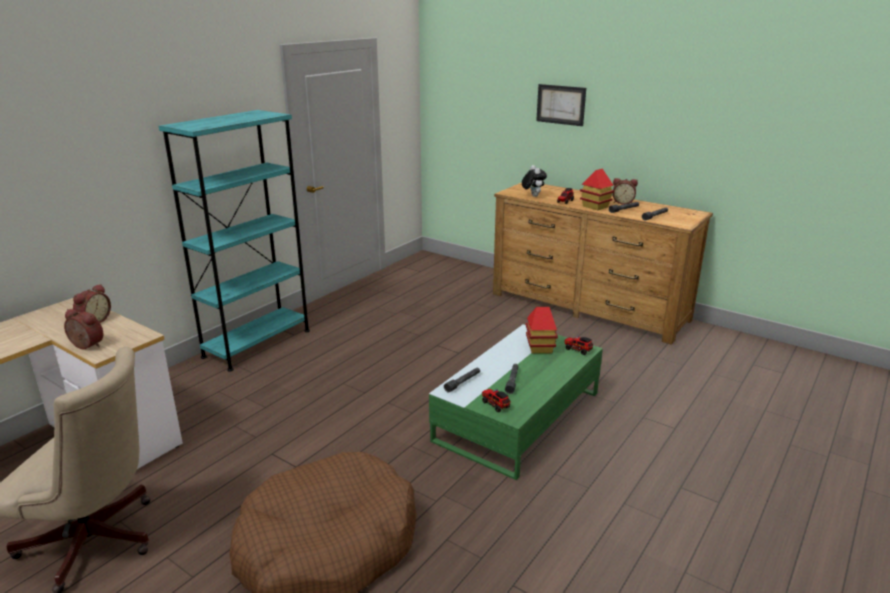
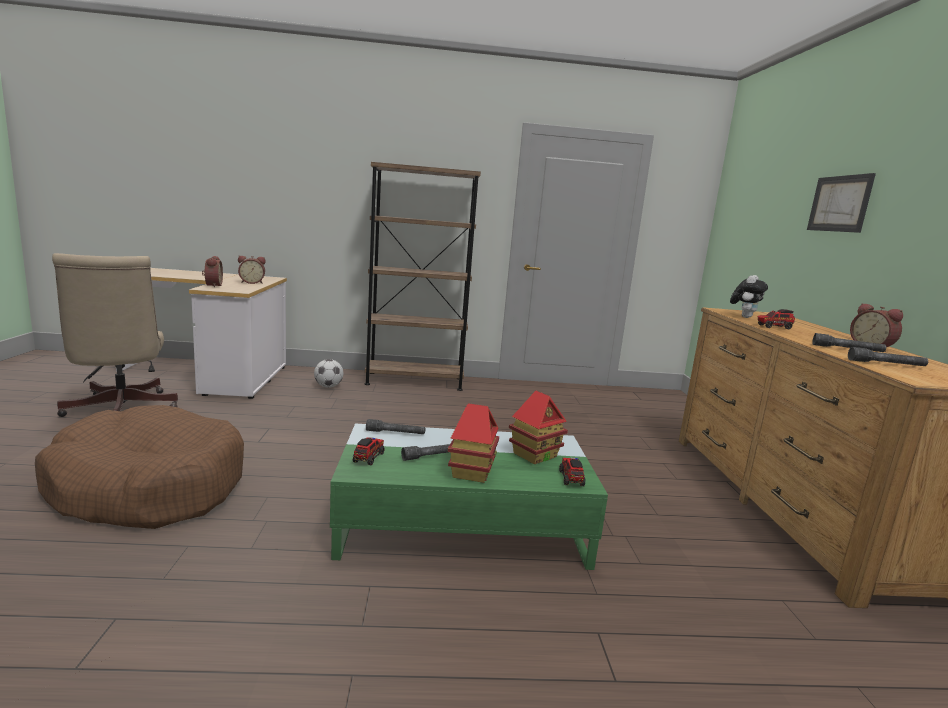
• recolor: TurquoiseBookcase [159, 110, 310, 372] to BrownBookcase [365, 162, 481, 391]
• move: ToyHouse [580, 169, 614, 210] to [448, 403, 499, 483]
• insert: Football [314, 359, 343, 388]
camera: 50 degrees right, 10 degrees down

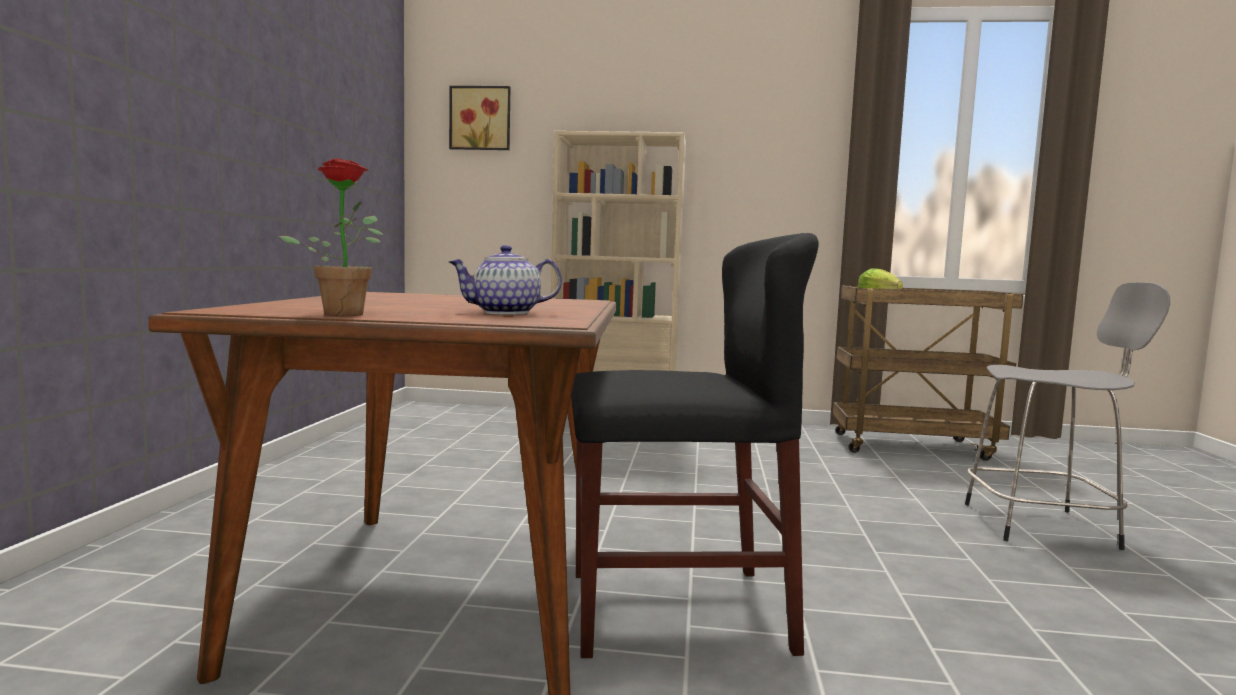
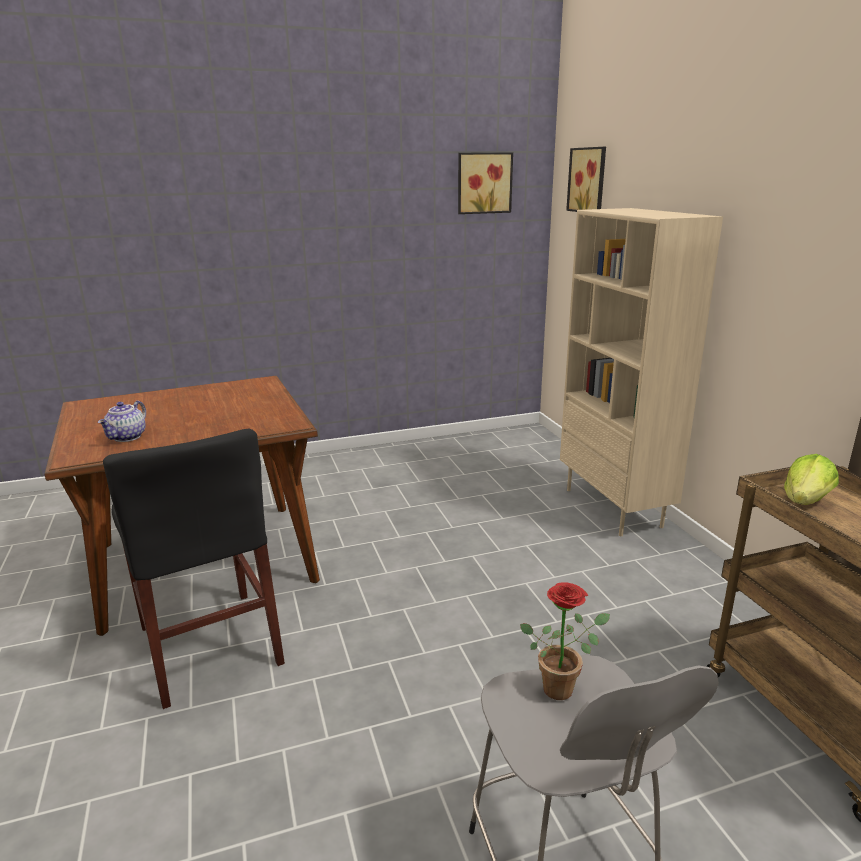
• move: PottedPlant [279, 158, 383, 316] to [520, 582, 610, 700]
• rotate: Teapot [449, 245, 562, 315] = [98, 401, 146, 442] 120 degrees counterclockwise
• insert: Picture [458, 152, 513, 214]
camera: 65 degrees right, 15 degrees up

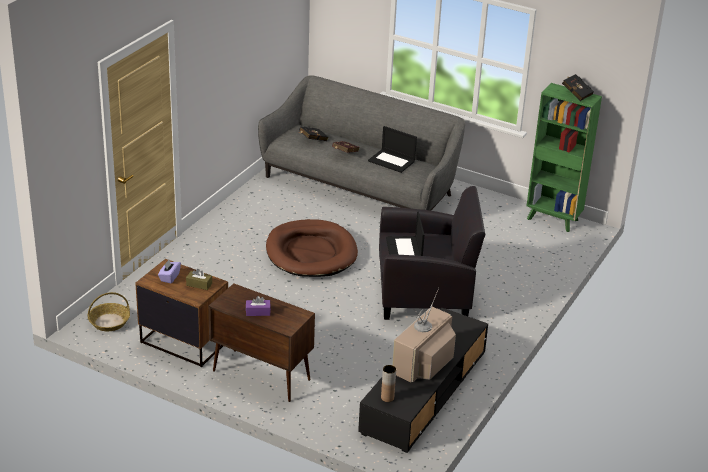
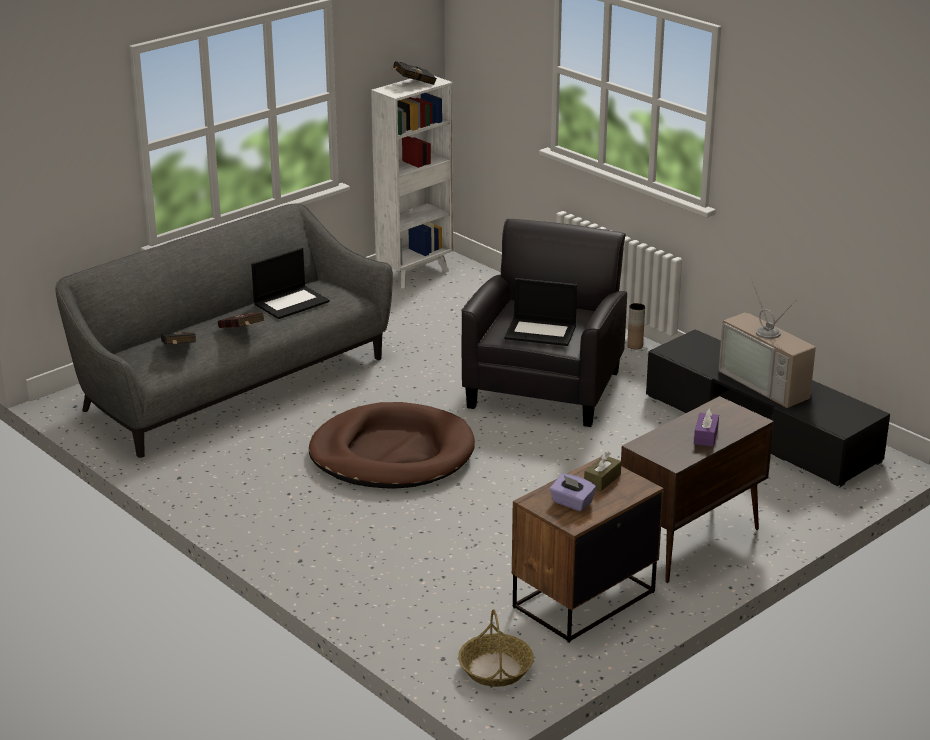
• move: BrownVase [381, 365, 396, 402] to [627, 303, 645, 349]
• recolor: GreenBookcase [527, 83, 602, 232] to WhiteBookcase [371, 75, 453, 288]
camera: 70 degrees left, 5 degrees down

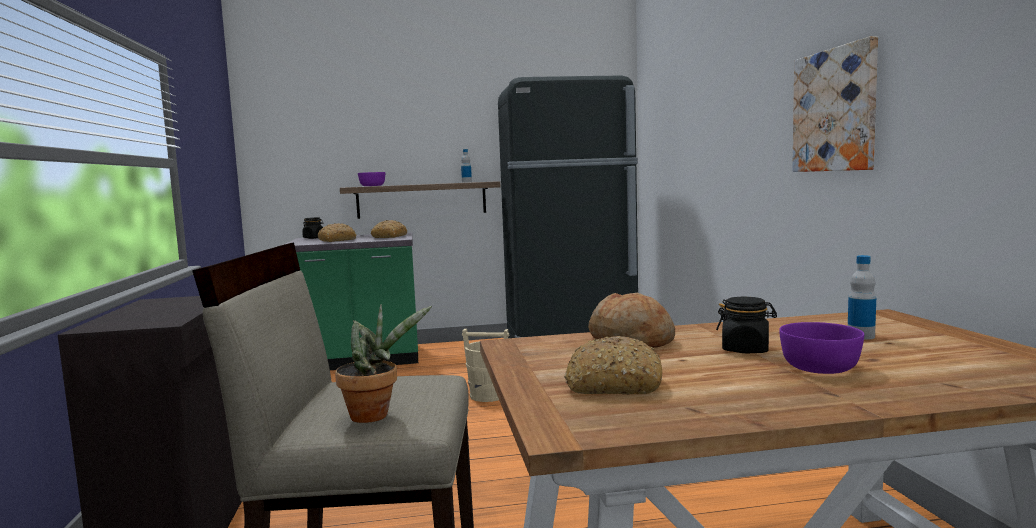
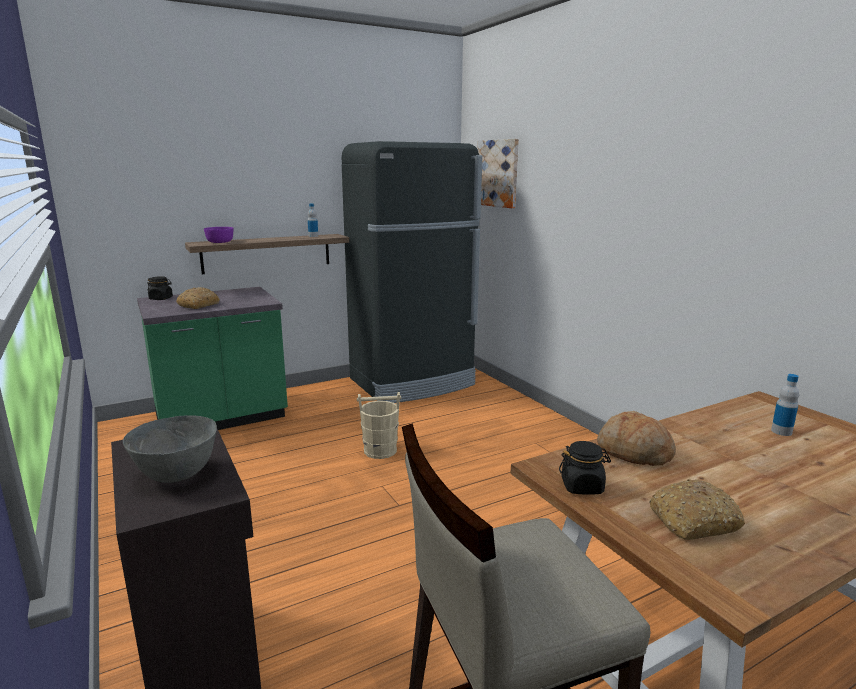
• delete: PottedPlant [335, 304, 432, 423]
• delete: Bread [371, 220, 407, 238]
• move: BlackJar [716, 297, 777, 353] to [559, 441, 611, 495]
• delete: PurpleBowl [779, 322, 864, 374]
• move: Picture [792, 36, 878, 172] to [477, 139, 519, 208]
• insert: GreyBowl [123, 415, 217, 483]
camera: 20 degrees left, 10 degrees up

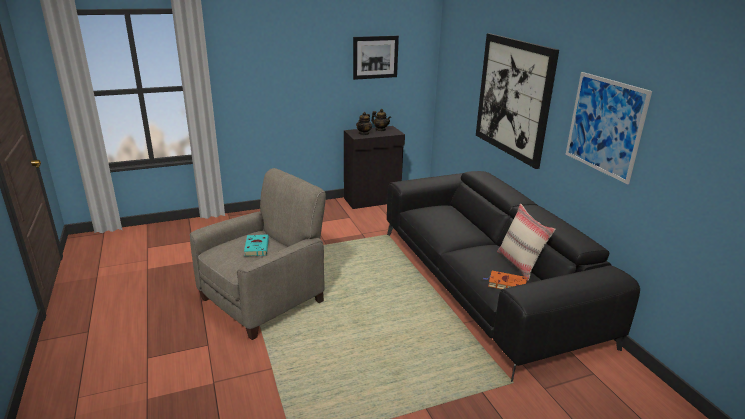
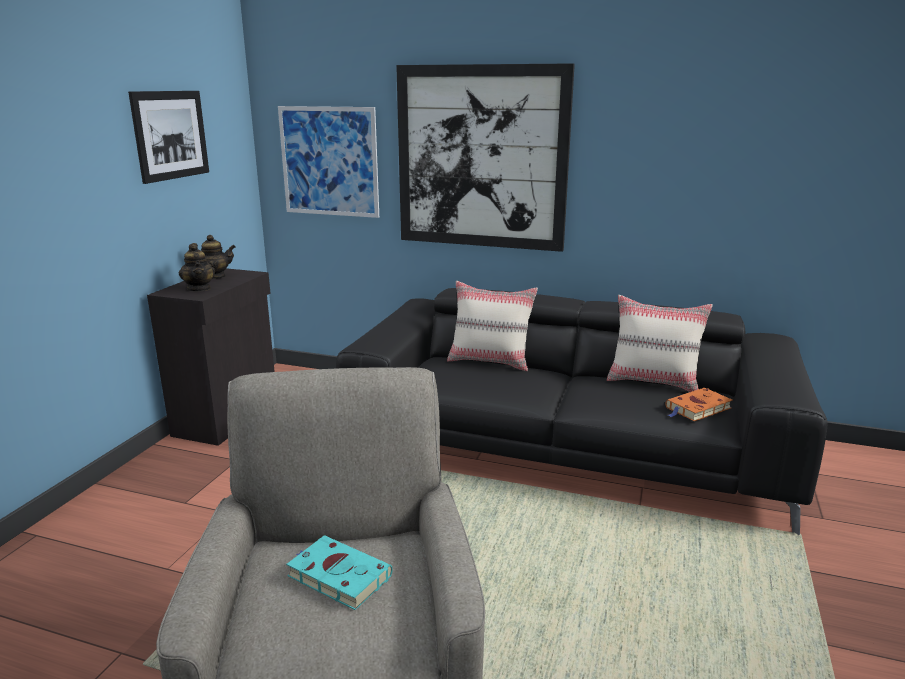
• move: Picture [566, 72, 652, 184] to [278, 106, 379, 218]
• insert: BeigePillow [447, 281, 538, 371]
camera: 50 degrees left, 5 degrees down

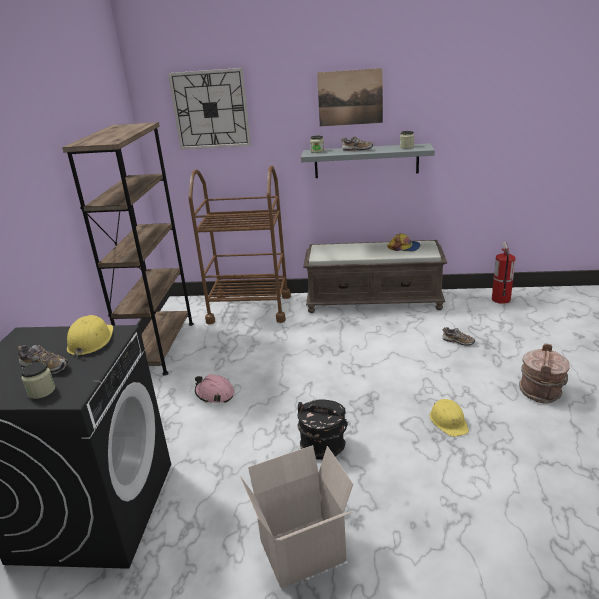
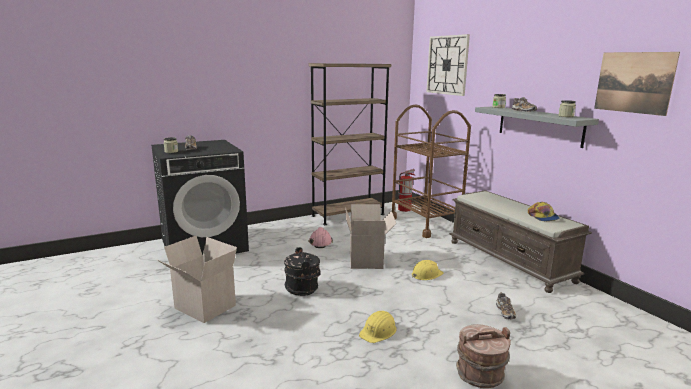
• move: YellowHardHat [67, 315, 113, 358] to [412, 260, 444, 280]
• move: Picture [317, 68, 383, 126] to [594, 52, 680, 116]
• move: FireExtinguisher [492, 242, 515, 304] to [398, 169, 415, 212]
• insert: CardboardBox [345, 204, 396, 269]
camera: 55 degrees right, 10 degrees down

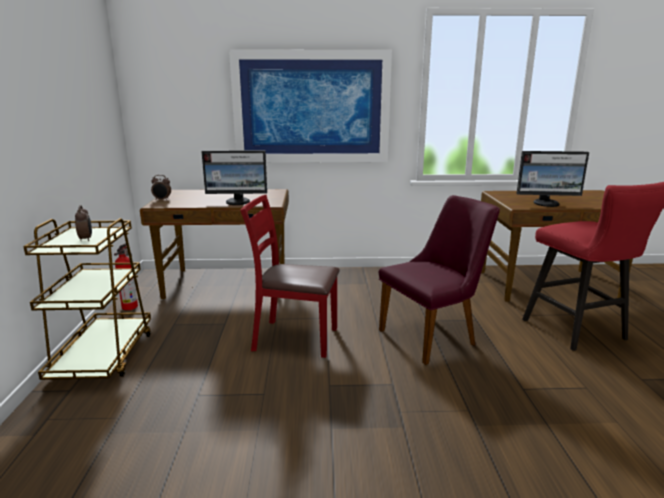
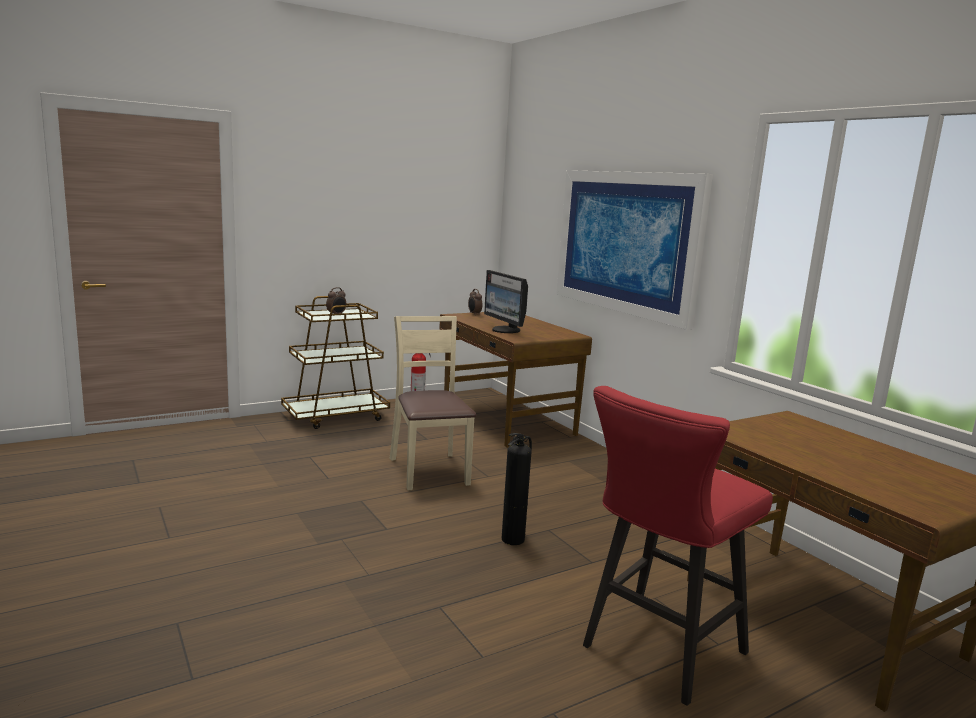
• recolor: RedChair [240, 195, 340, 358] to BeigeChair [390, 316, 476, 490]
• replace: PurpleChair [379, 195, 500, 365] to FireExtinguisher [502, 433, 532, 545]
• delete: Monitor [517, 151, 589, 207]
camera: 60 degrees right, 5 degrees down

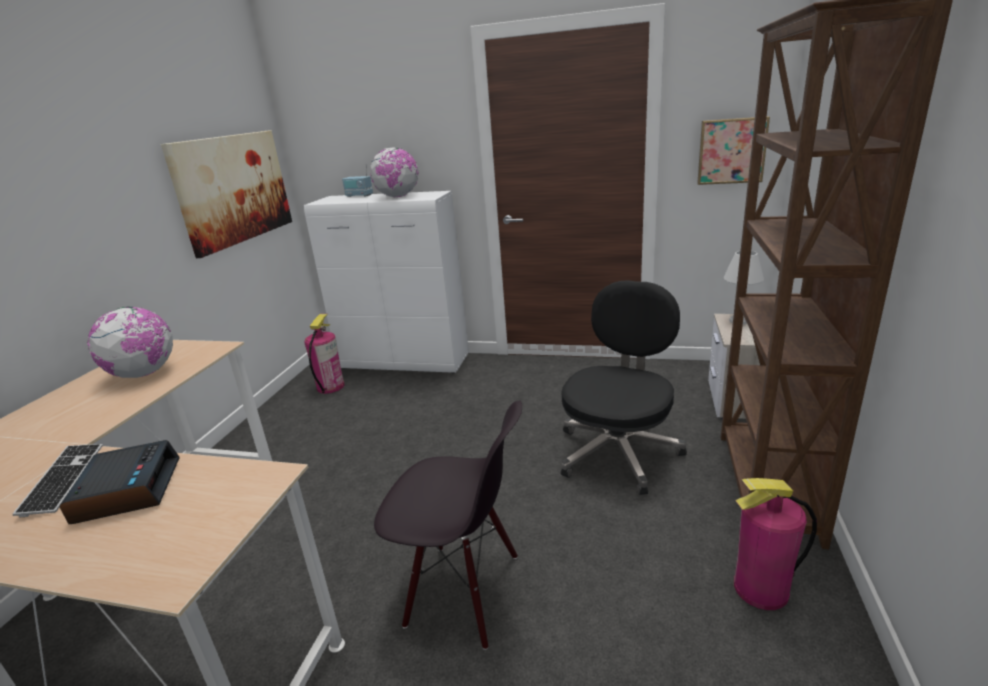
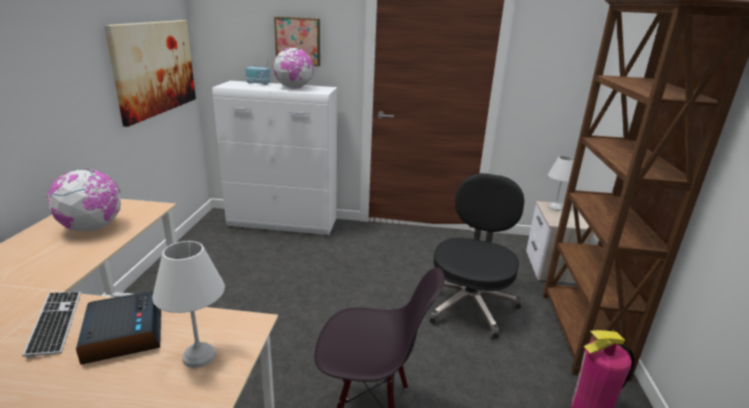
• delete: FireExtinguisher [304, 314, 344, 394]
• move: Picture [697, 116, 770, 185] to [274, 17, 320, 66]
• insert: WhiteTableLamp [152, 241, 225, 368]
camera: 10 degrees left, 0 degrees up

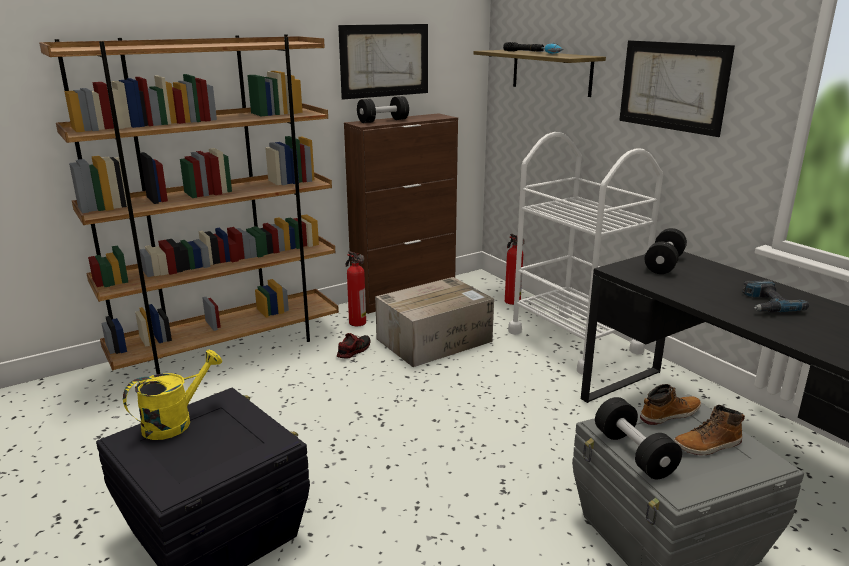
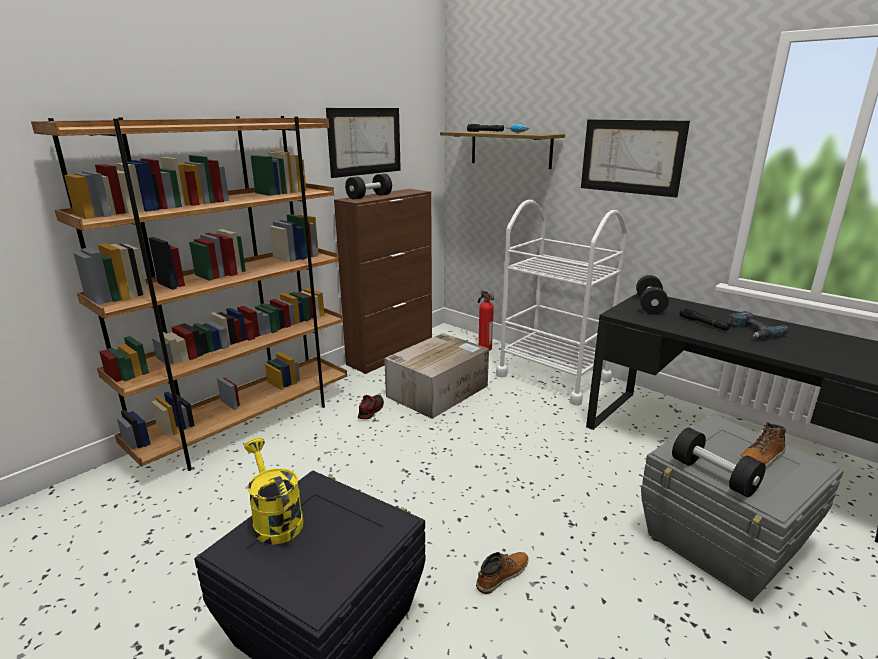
• rotate: YellowWateringCan [123, 349, 222, 440] = [244, 438, 303, 545] 60 degrees counterclockwise
• delete: FireExtinguisher [346, 251, 366, 326]
• move: Boot [640, 384, 701, 425] to [476, 552, 529, 594]
• insert: BlackFlashlight [679, 308, 730, 331]
camera: 15 degrees left, 0 degrees up

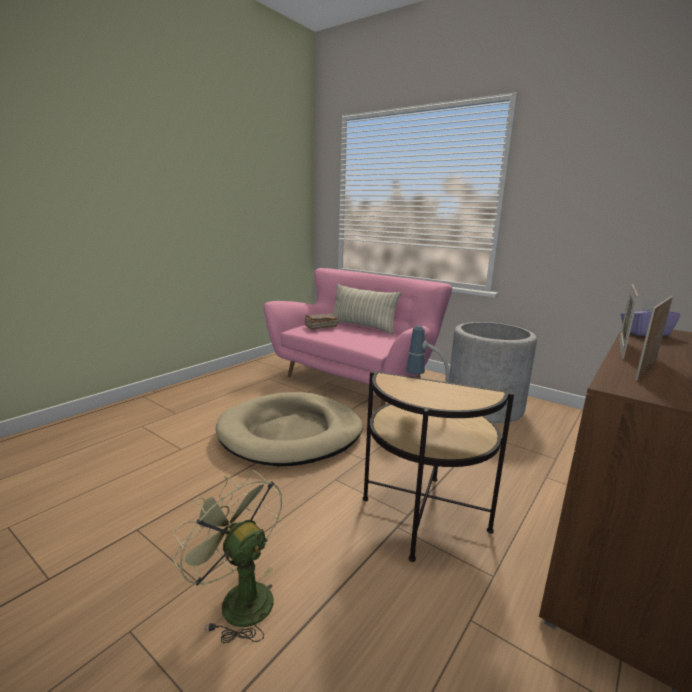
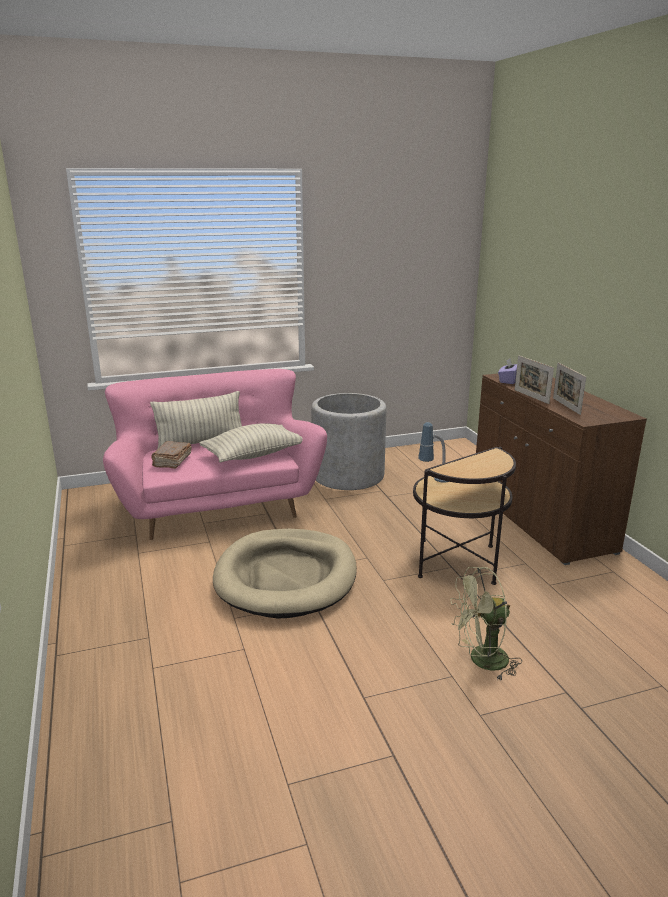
• insert: Pillow [199, 423, 303, 462]
camera: 55 degrees left, 5 degrees up

